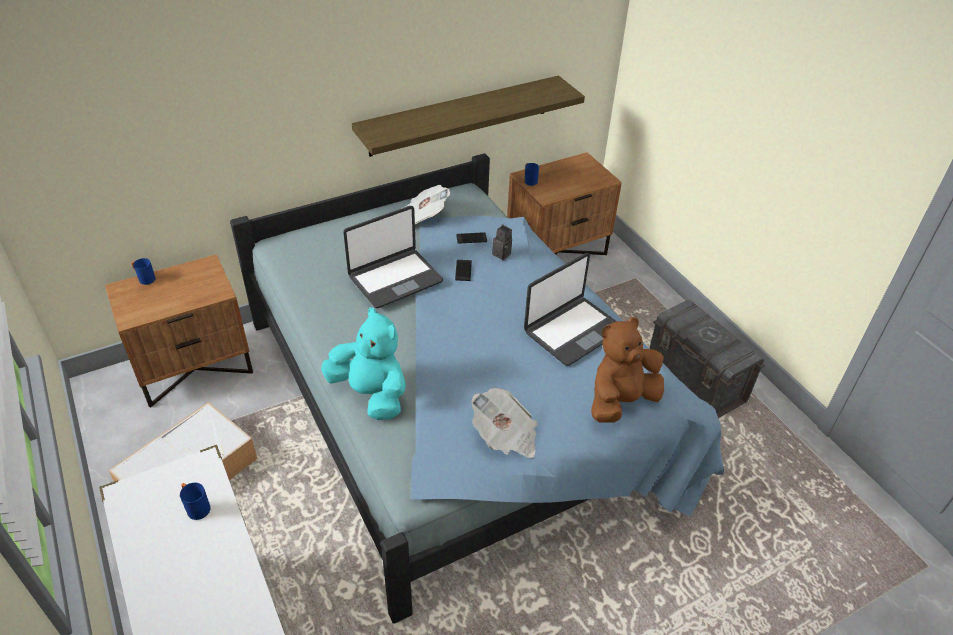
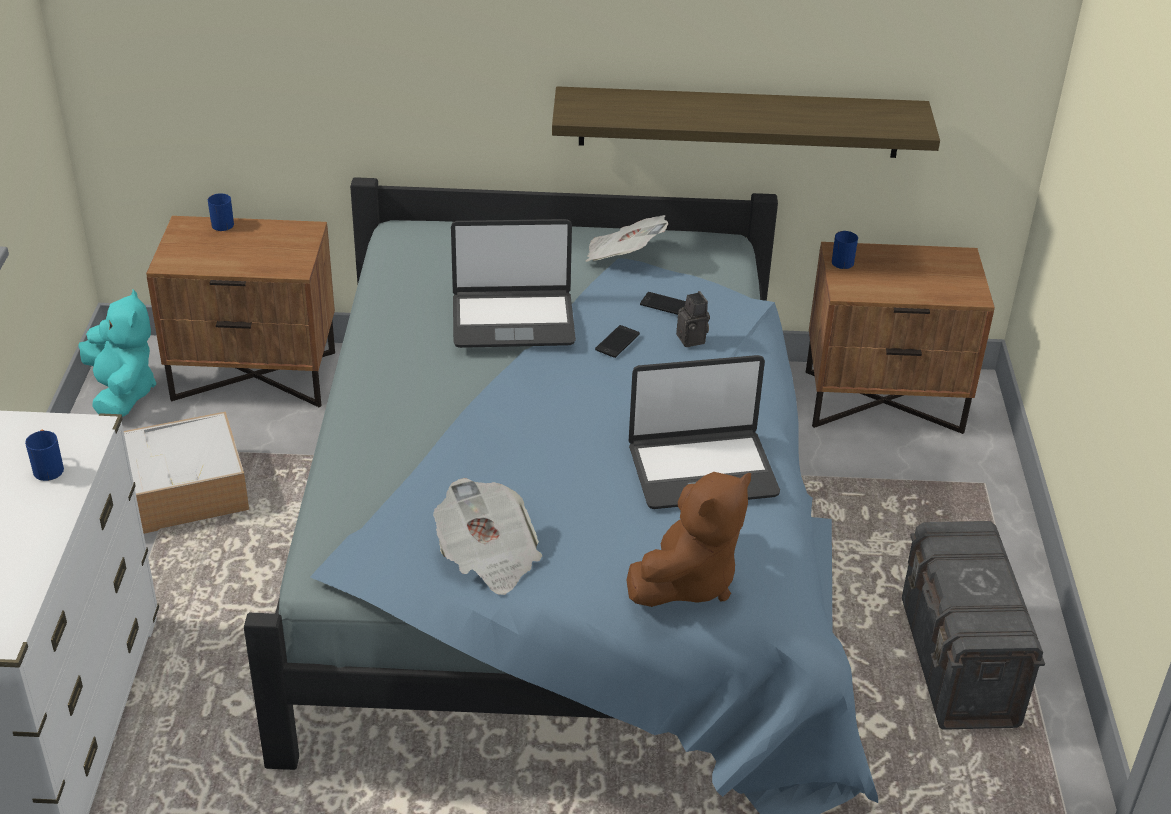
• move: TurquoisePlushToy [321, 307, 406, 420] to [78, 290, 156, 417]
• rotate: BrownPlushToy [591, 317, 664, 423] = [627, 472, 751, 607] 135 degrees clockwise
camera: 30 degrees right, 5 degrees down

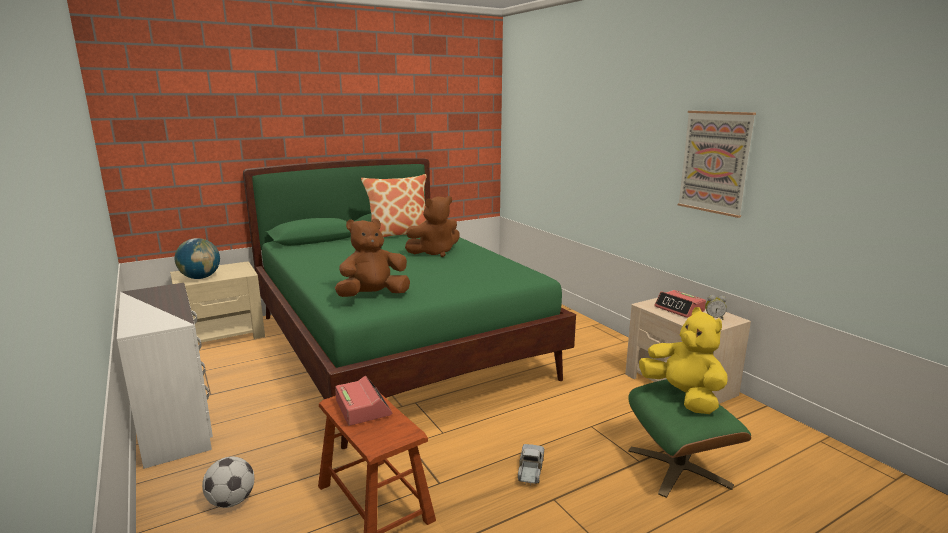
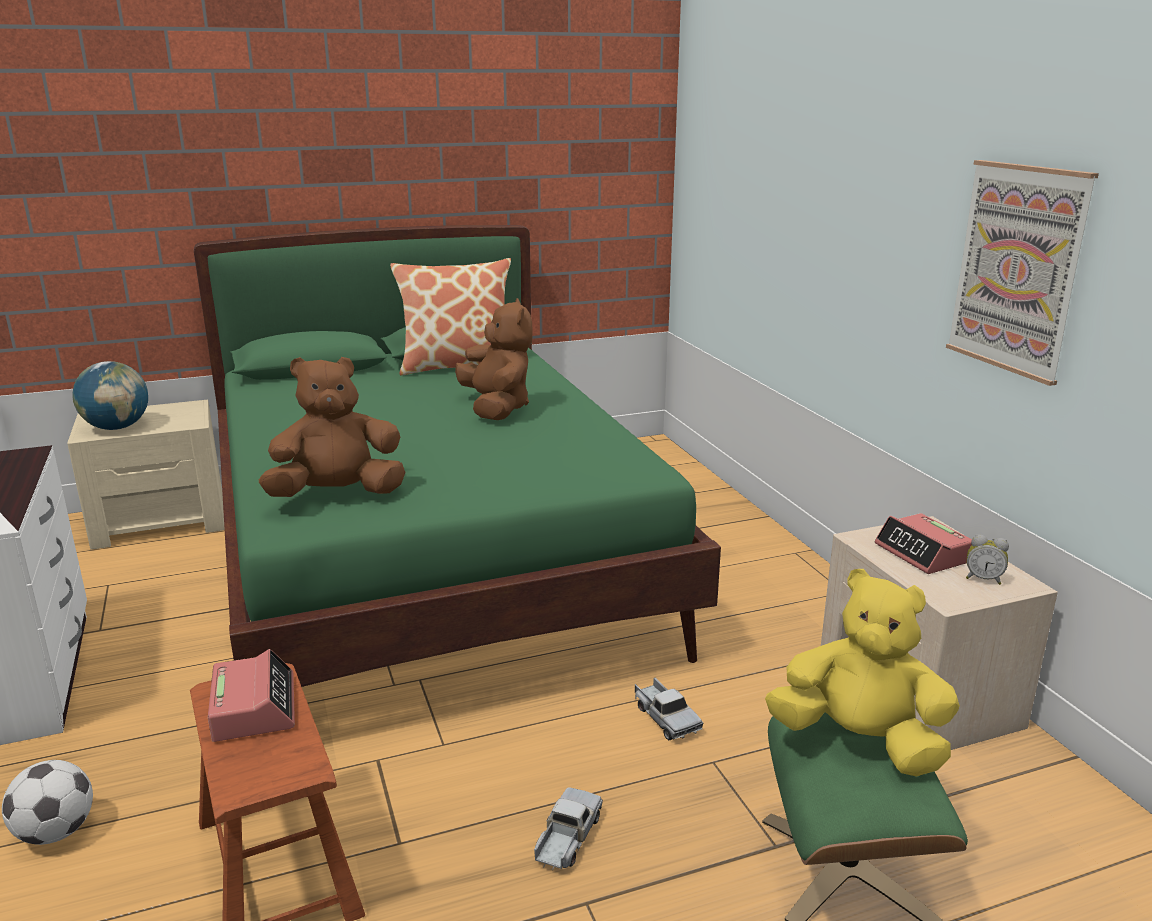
• rotate: BrownPlushToy [405, 196, 460, 257] = [455, 298, 533, 420] 90 degrees counterclockwise
• rotate: YellowPlushToy [639, 307, 728, 414] = [765, 569, 960, 777] 45 degrees counterclockwise
• insert: ToyTruck [635, 678, 703, 740]
camera: 10 degrees right, 5 degrees up

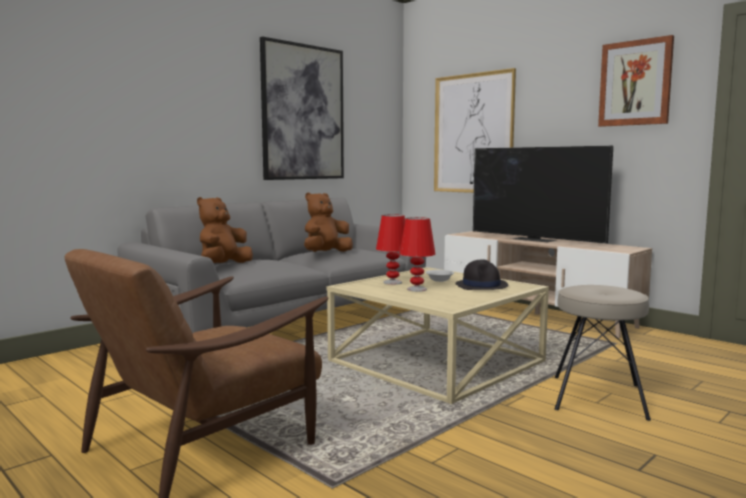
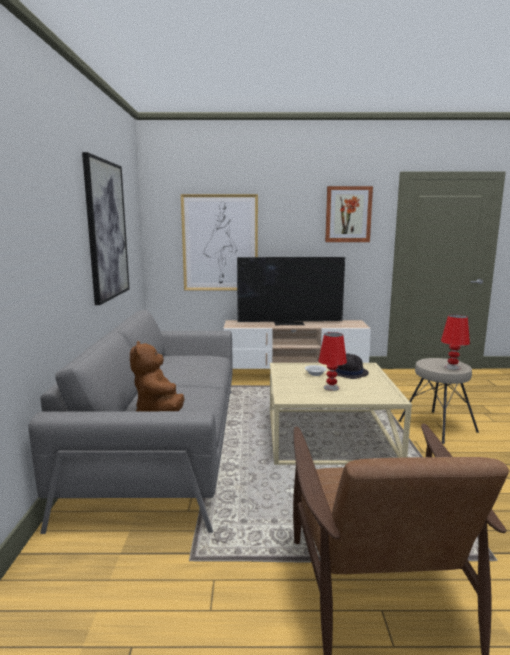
• delete: BrownPlushToy [304, 192, 353, 252]
• move: RedTableLamp [376, 214, 405, 285] to [441, 314, 470, 370]
camera: 45 degrees left, 5 degrees up

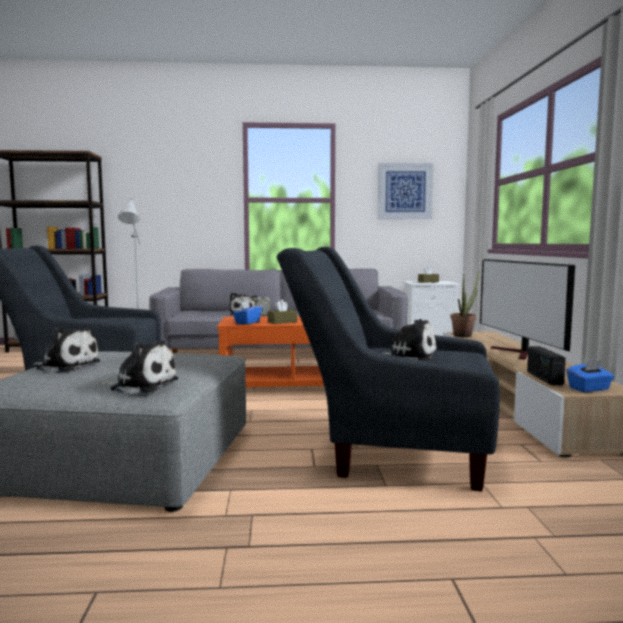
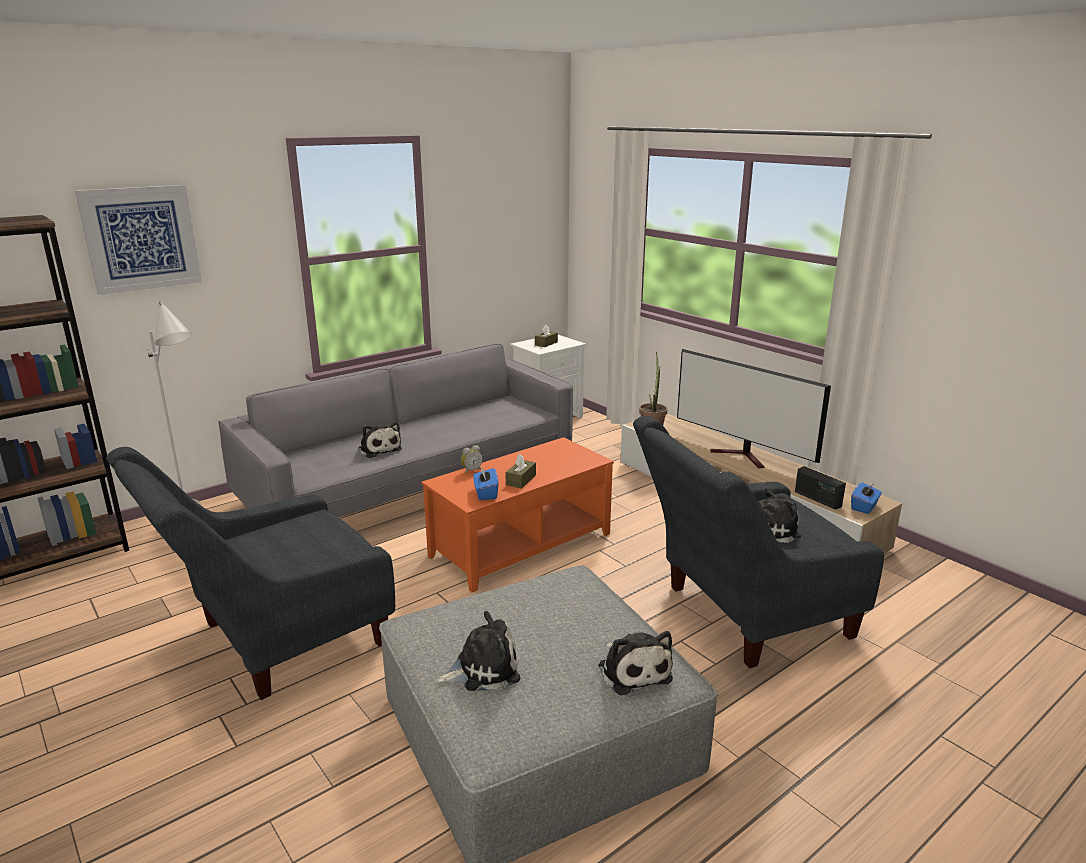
• rotate: PlushToy [100, 340, 178, 394] = [599, 631, 673, 696] 90 degrees clockwise
• move: Picture [378, 163, 434, 219] to [75, 185, 202, 295]
camera: 35 degrees left, 15 degrees up

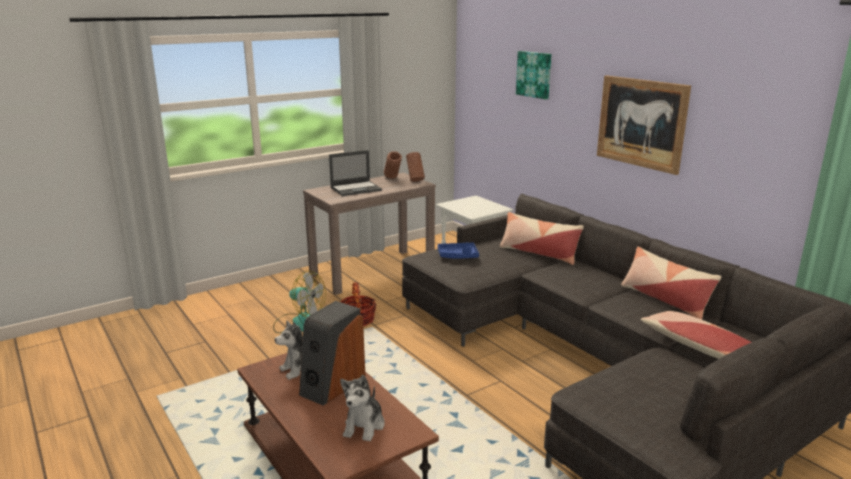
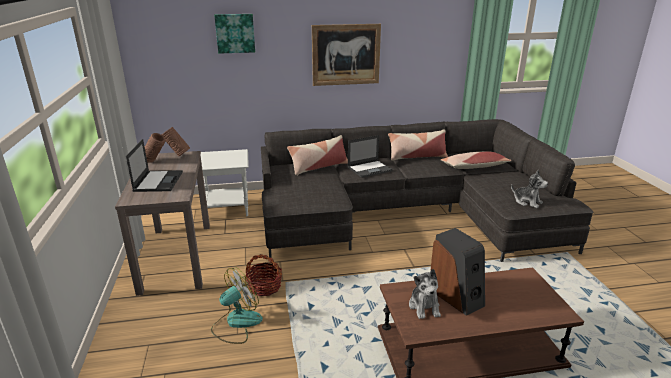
• move: PlushToy [340, 375, 385, 441] to [511, 170, 548, 208]
• delete: BlueTray [437, 242, 479, 259]
• insert: Laptop [347, 135, 393, 178]
camera: 65 degrees left, 5 degrees up

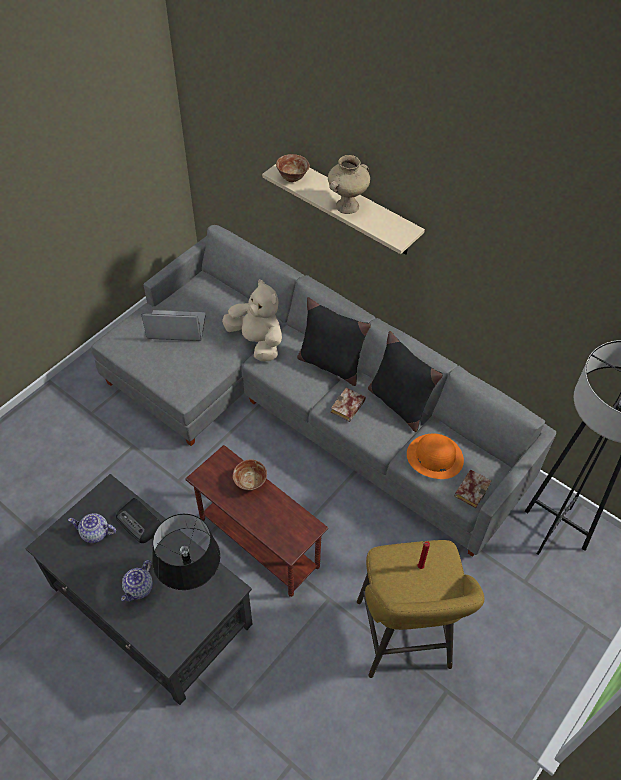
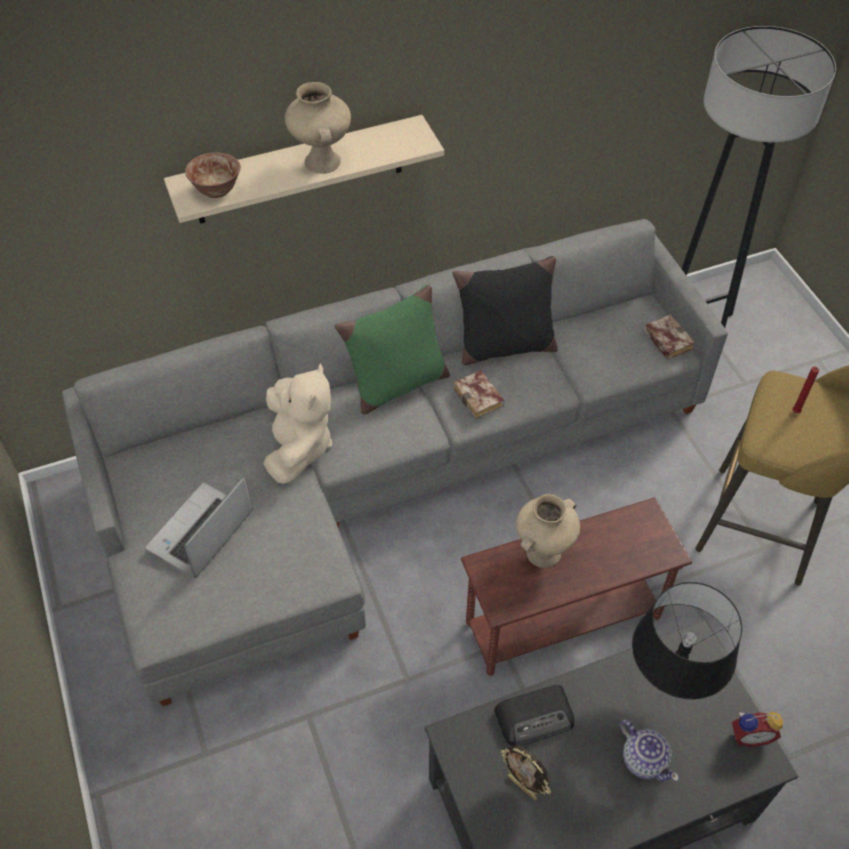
• replace: Teapot [68, 513, 116, 543] to PictureFrame [501, 746, 551, 800]
• rotate: BeigePlushToy [222, 279, 282, 361] = [264, 363, 332, 484] 105 degrees clockwise
• replace: Bowl [233, 459, 267, 491] to BeigeVase [516, 494, 580, 568]
• recolor: BlackPillow [297, 297, 371, 386] to GreenPillow [335, 284, 450, 414]
• delete: OrangeHat [407, 434, 464, 479]
• insert: AlarmClock [732, 710, 783, 747]
camera: 60 degrees left, 0 degrees up

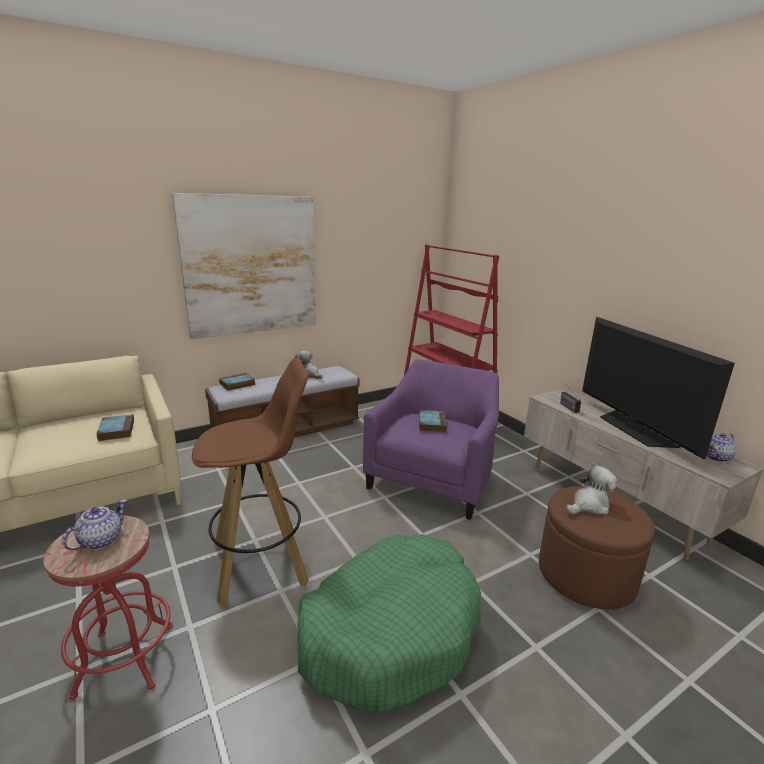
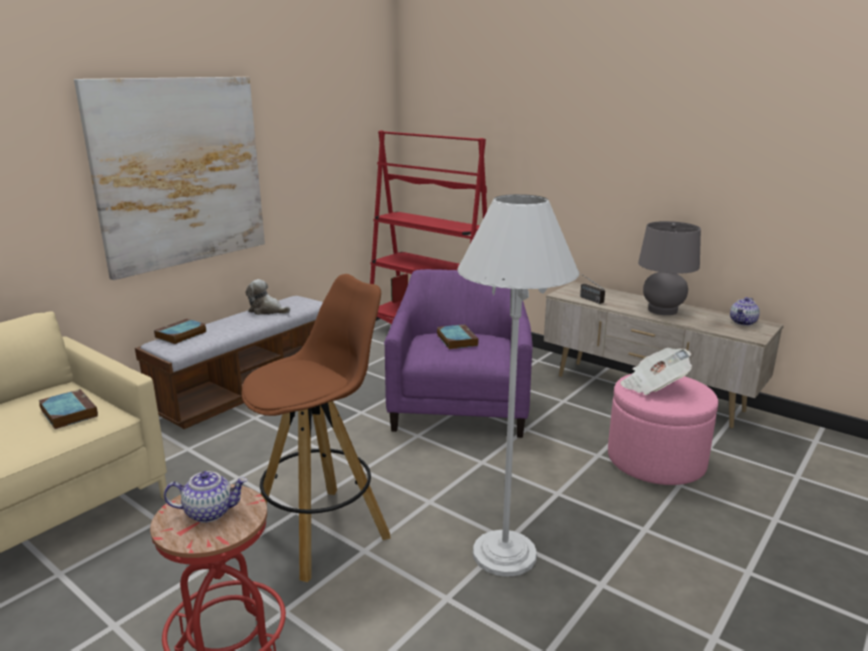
• rotate: Teapot [62, 500, 127, 550] = [164, 471, 248, 523] 75 degrees clockwise
• replace: GreenDogBed [297, 534, 481, 712] to WhiteFloorLamp [457, 194, 579, 577]
• recolor: BrownOttoman [539, 486, 655, 609] to PinkOttoman [608, 374, 718, 485]
• replace: PlushToy [566, 466, 617, 514] to Newspaper [620, 348, 692, 395]
• replace: Television [582, 317, 735, 459] to GreyTableLamp [638, 221, 701, 315]
camera: 20 degrees left, 0 degrees up

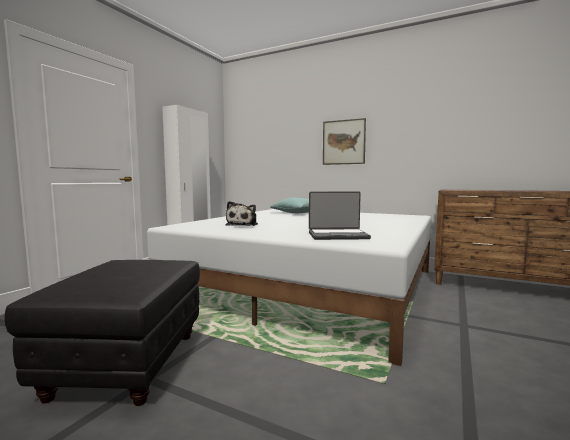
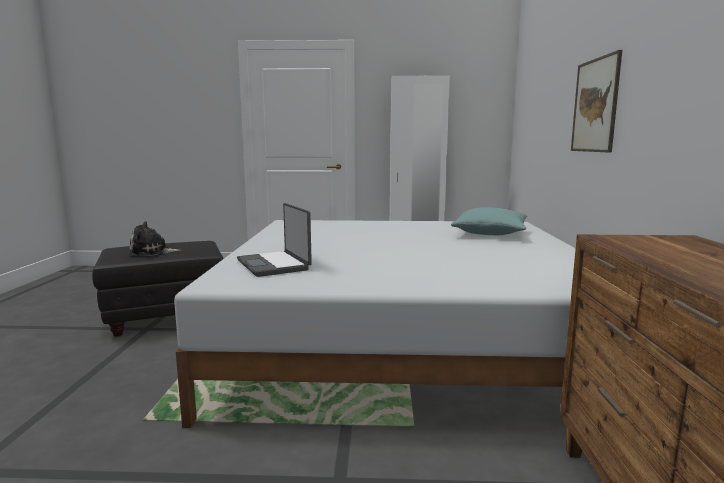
• move: PlushToy [226, 201, 258, 226] to [129, 221, 181, 256]
camera: 65 degrees right, 5 degrees up

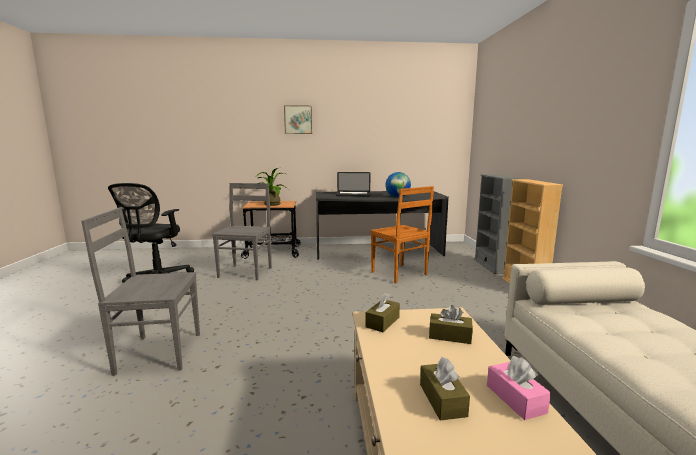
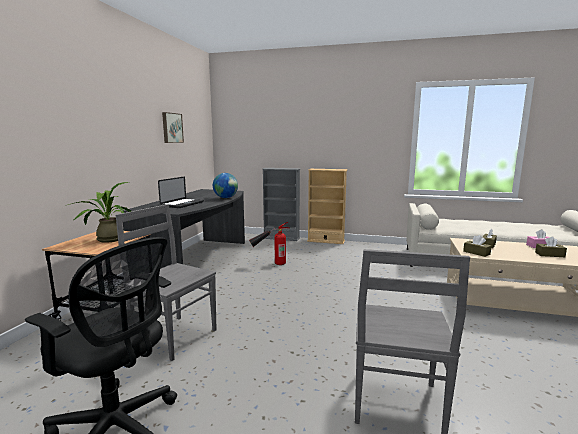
• move: Picture [284, 105, 312, 134] to [162, 112, 184, 143]
• replace: BrownChair [370, 186, 434, 283] to FireExtinguisher [249, 222, 289, 265]
camera: 70 degrees left, 0 degrees up

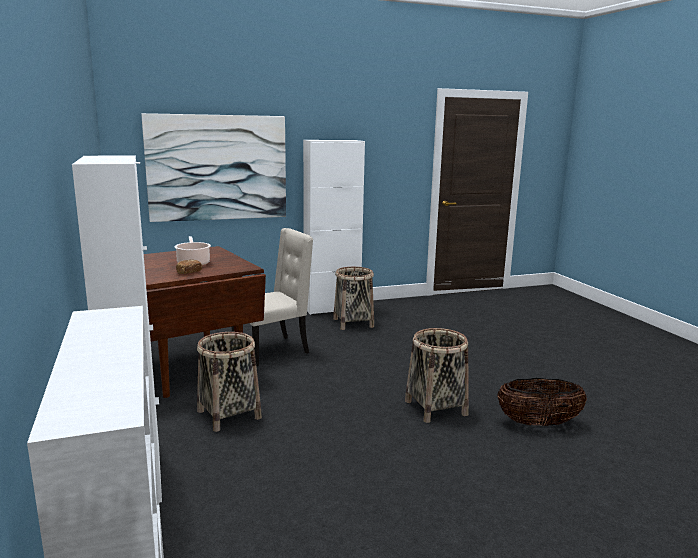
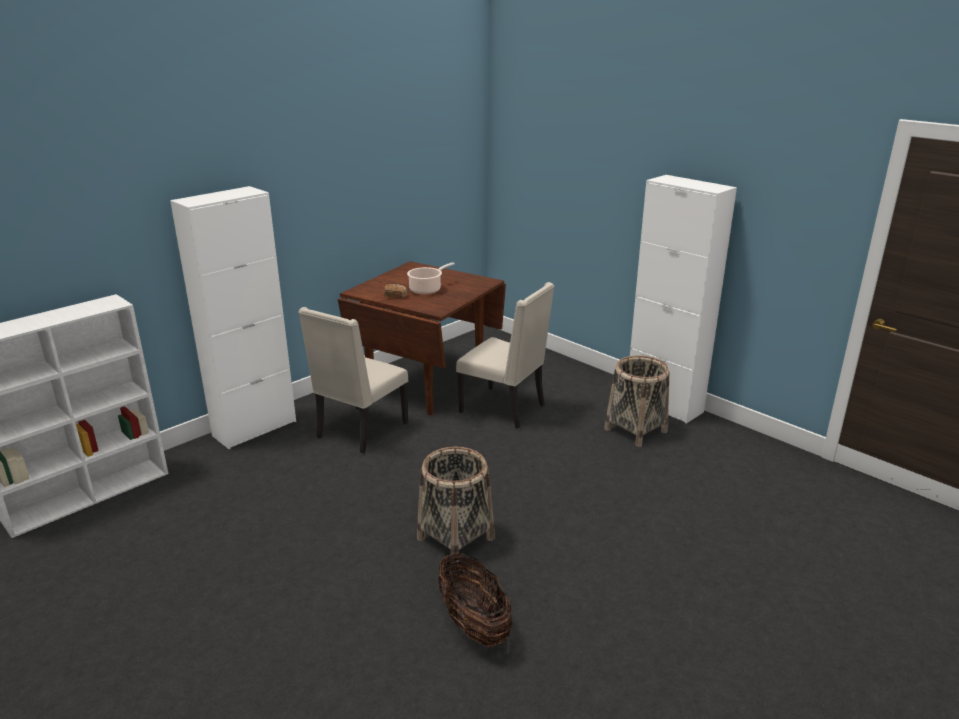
• delete: Picture [141, 113, 286, 222]
• replace: Basket [197, 332, 262, 432] to BeigeChair [299, 307, 408, 454]
camera: 65 degrees right, 10 degrees up

